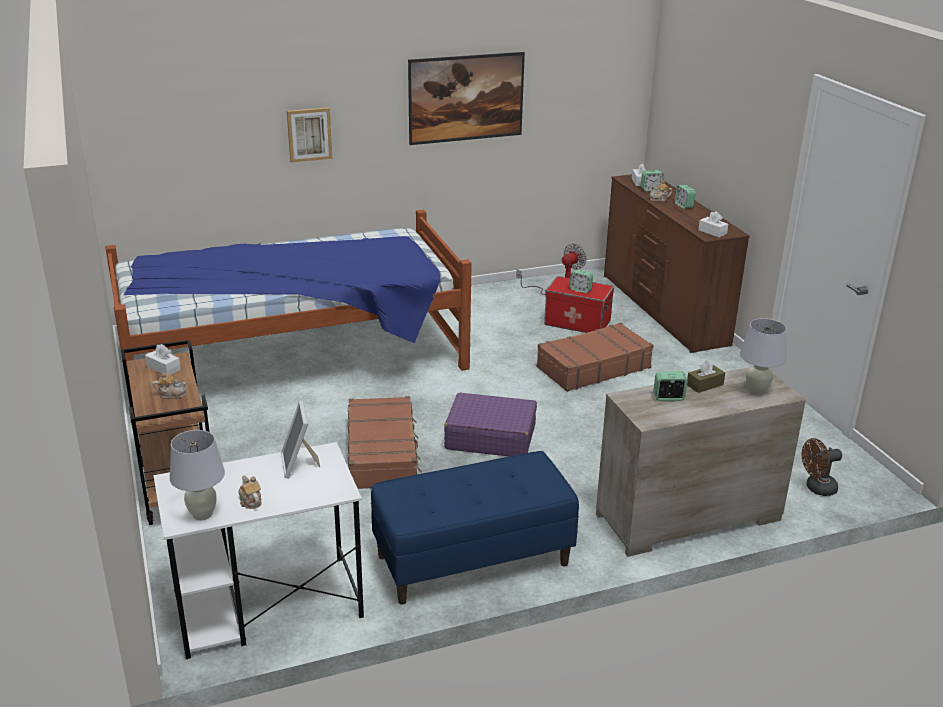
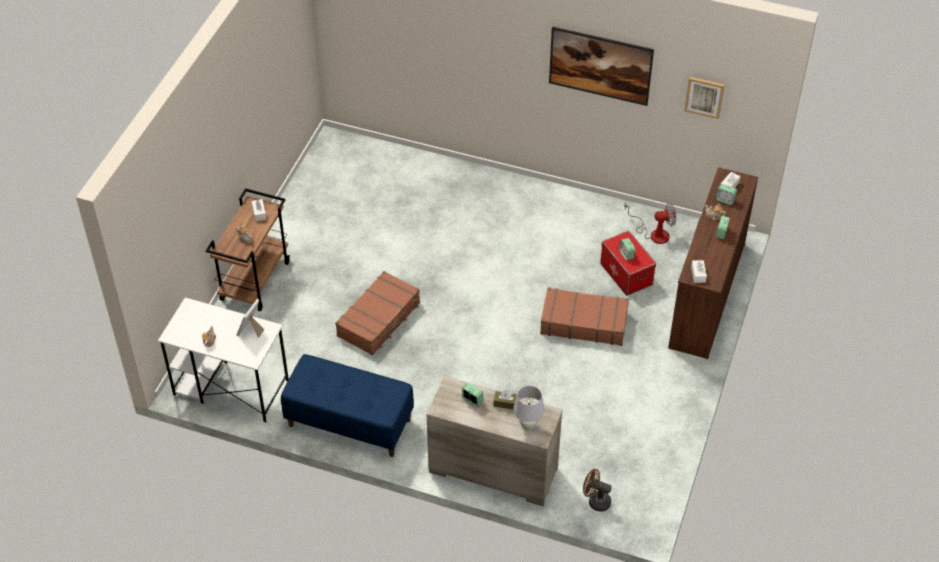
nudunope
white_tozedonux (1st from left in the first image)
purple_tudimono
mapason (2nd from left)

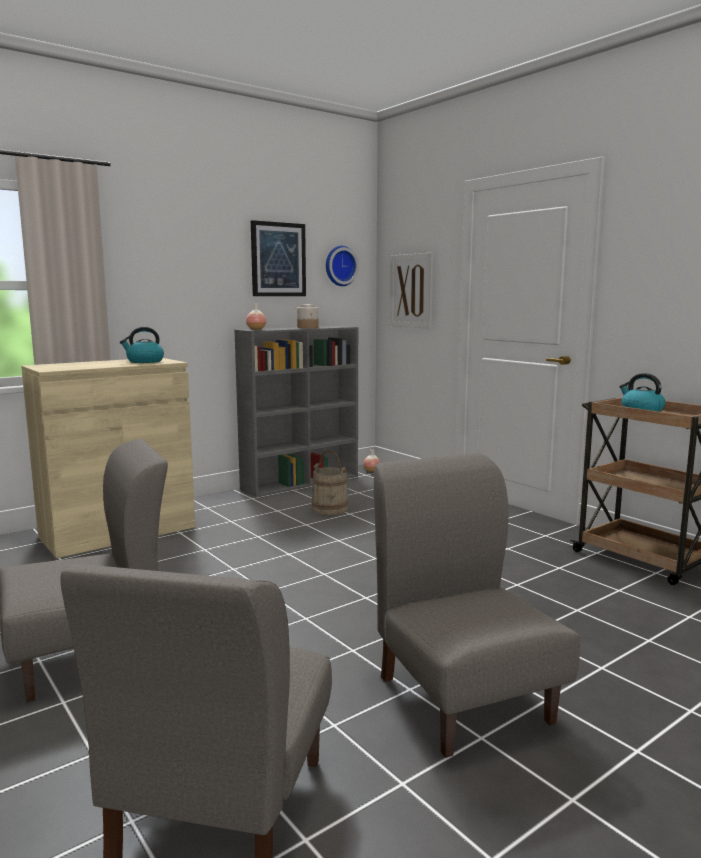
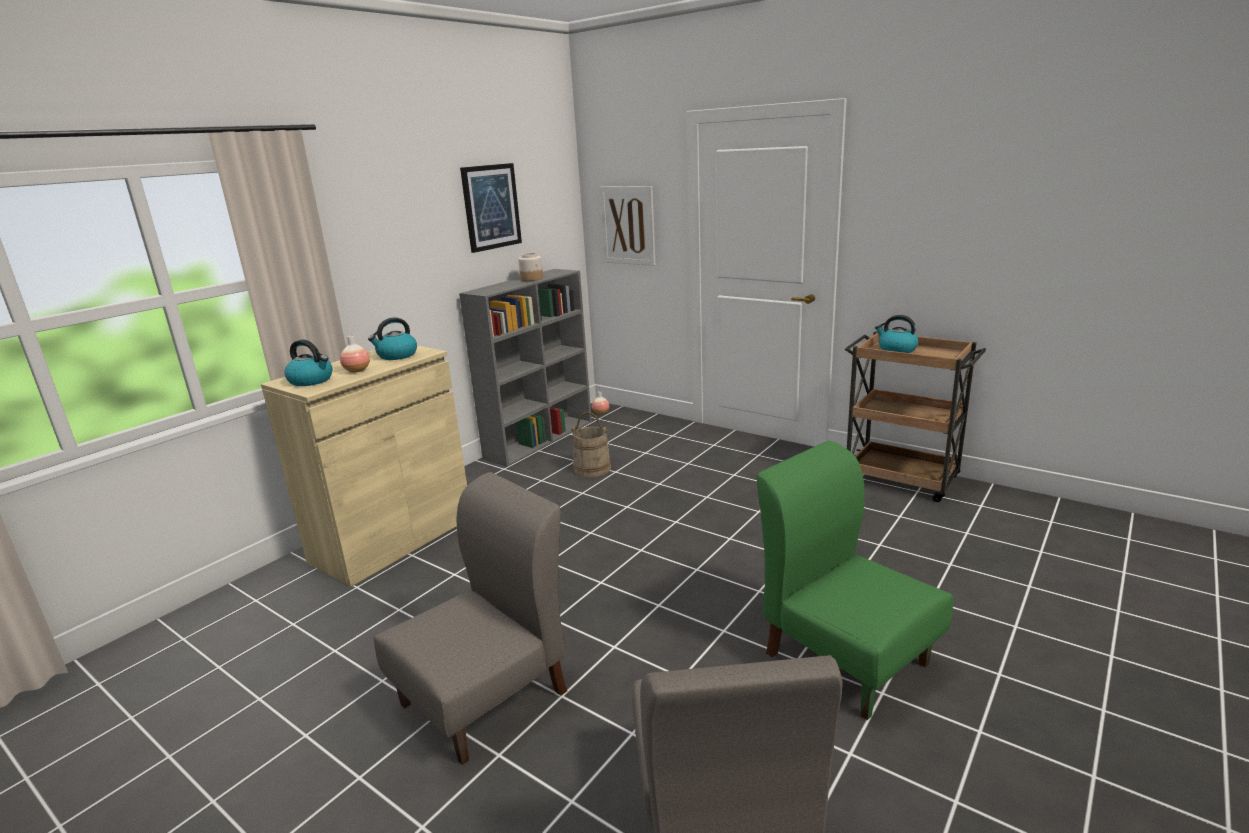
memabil
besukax (1st from left)
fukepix (1st from left)
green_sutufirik

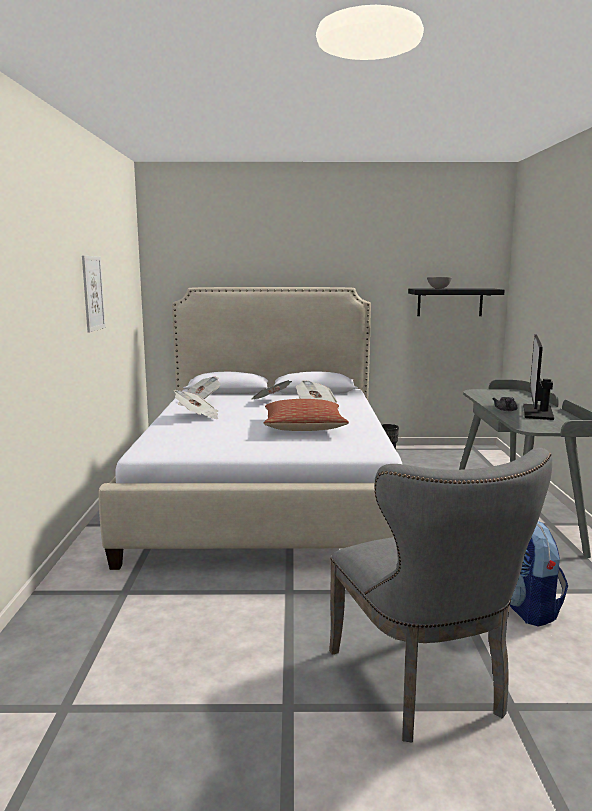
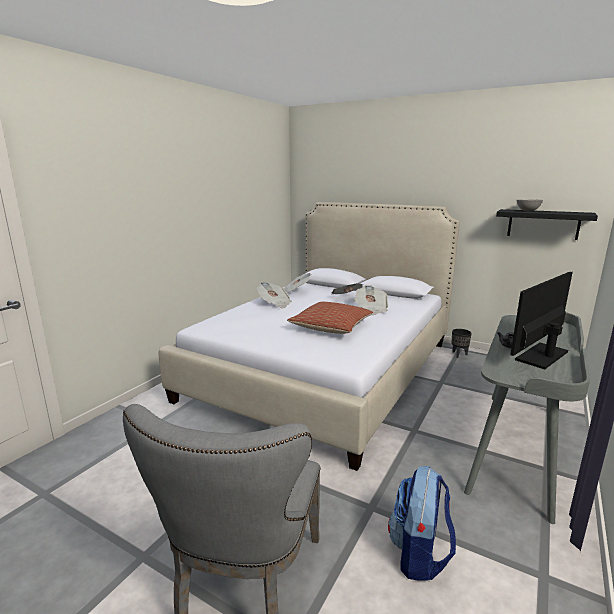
mapason

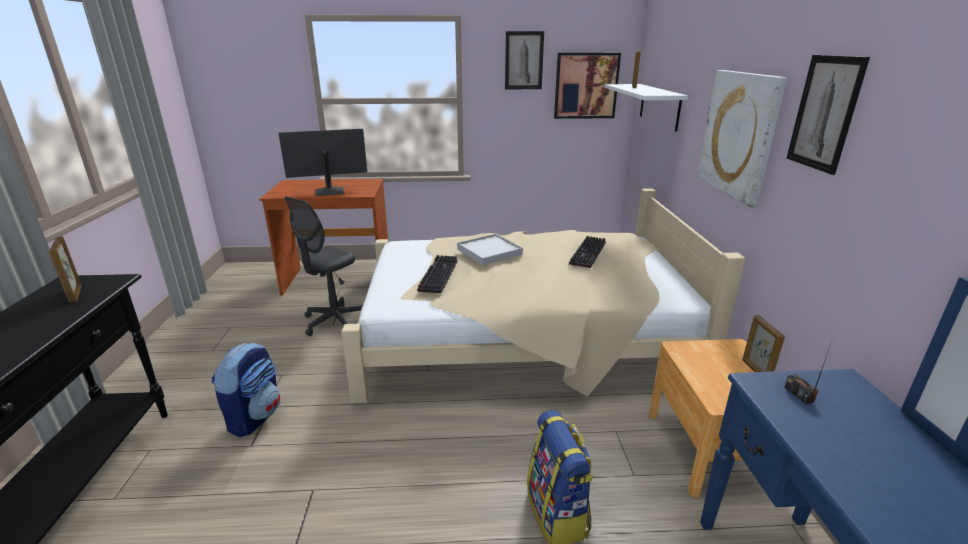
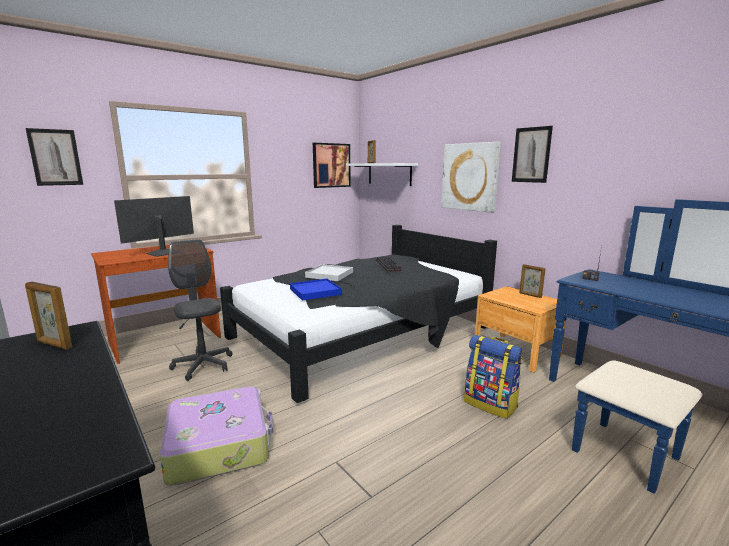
mapason (1st from left)
tudimono
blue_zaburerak
black_nudunope
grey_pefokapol

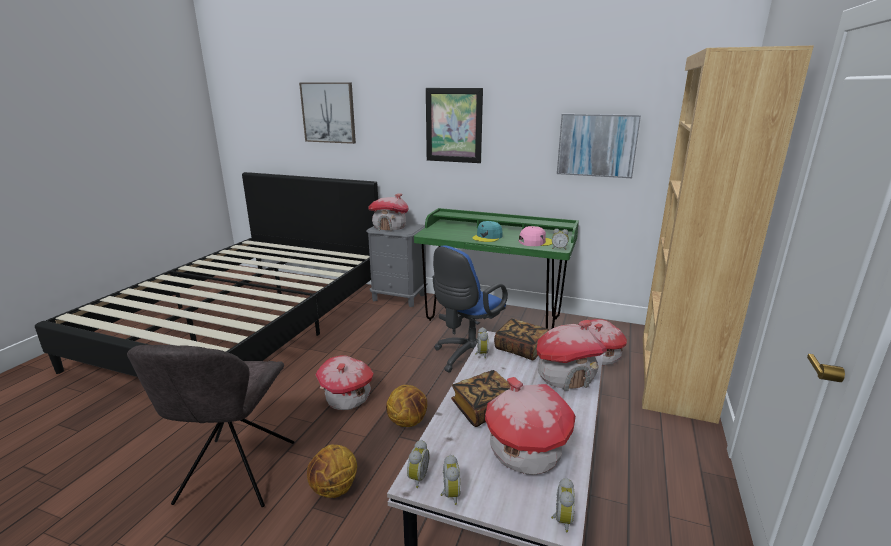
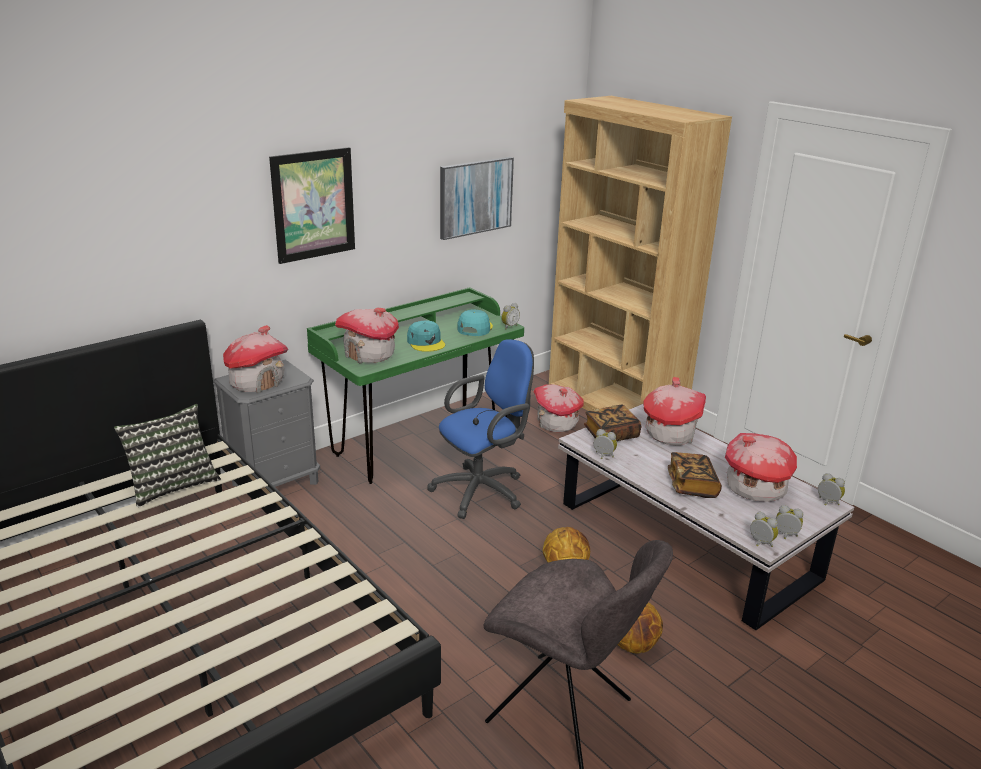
mapason (1st from left in the first image)
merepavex
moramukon (2nd from left)
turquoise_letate (2nd from left)
blue_pefokapol

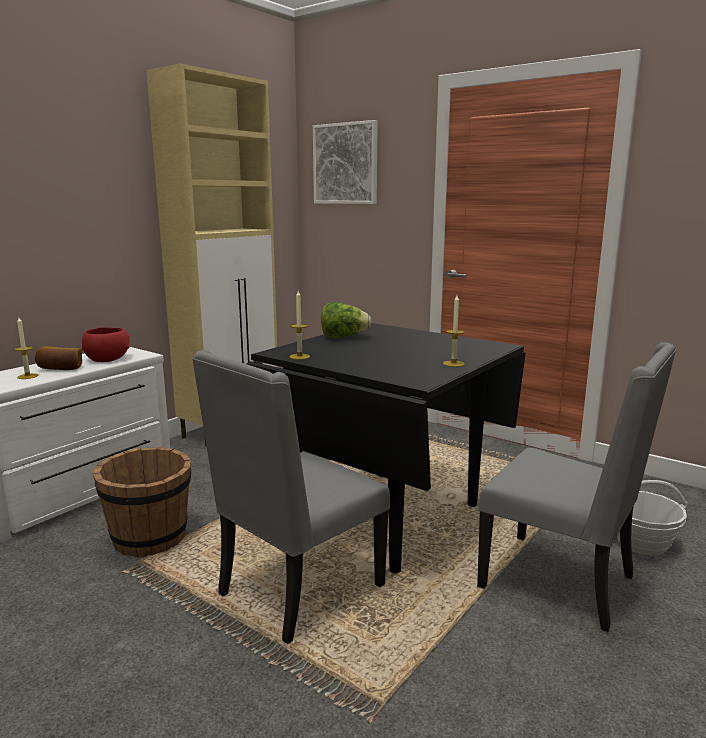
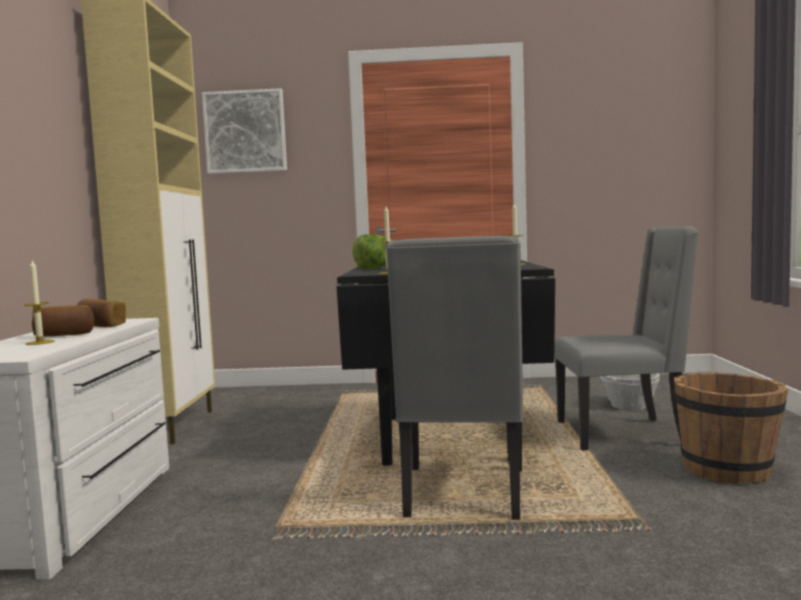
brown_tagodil
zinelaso (2nd from left)

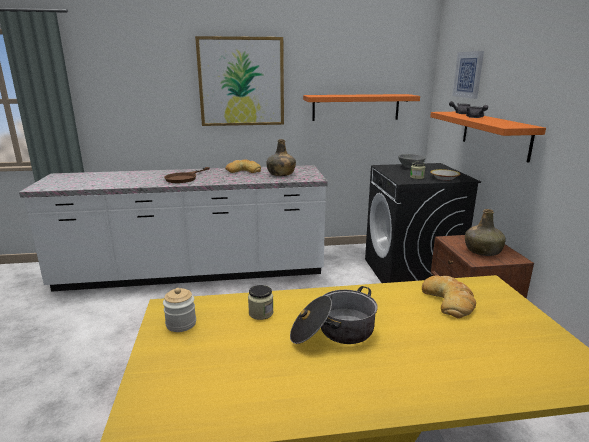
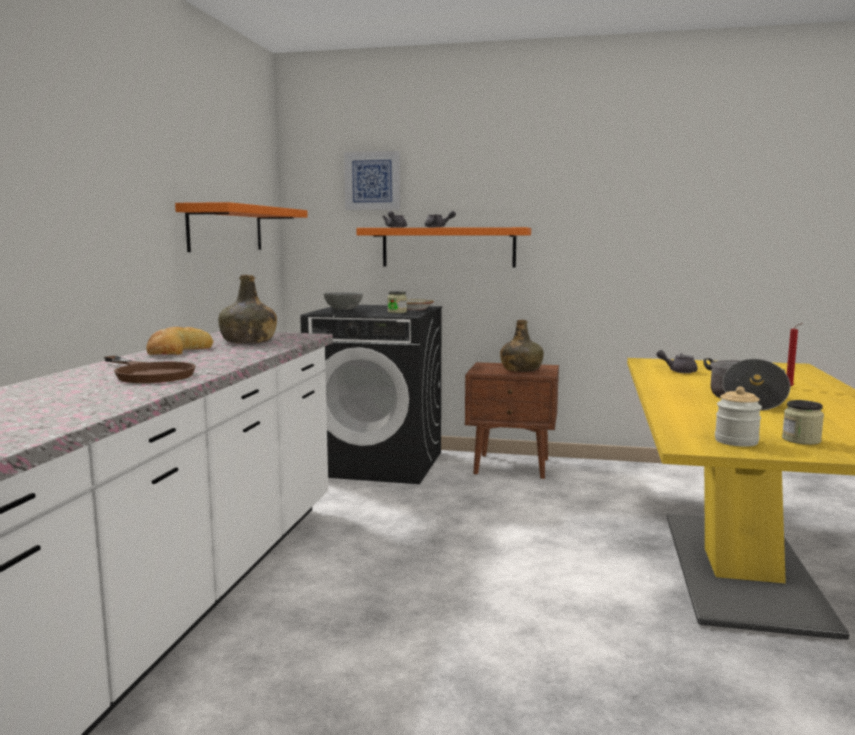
mapason (1st from left in the first image)
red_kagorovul
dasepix (3rd from left)
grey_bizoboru (3rd from left)

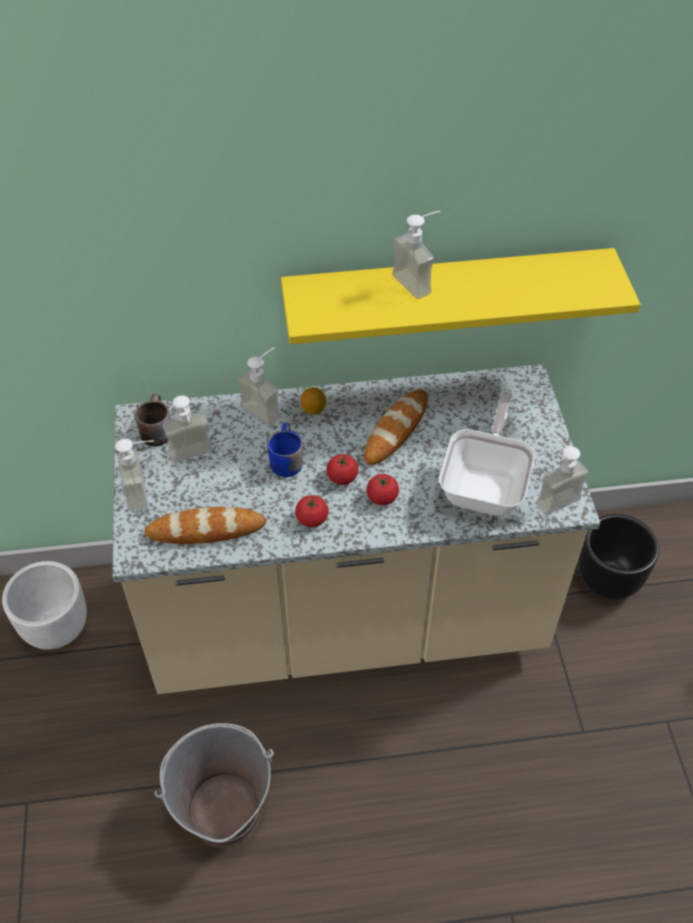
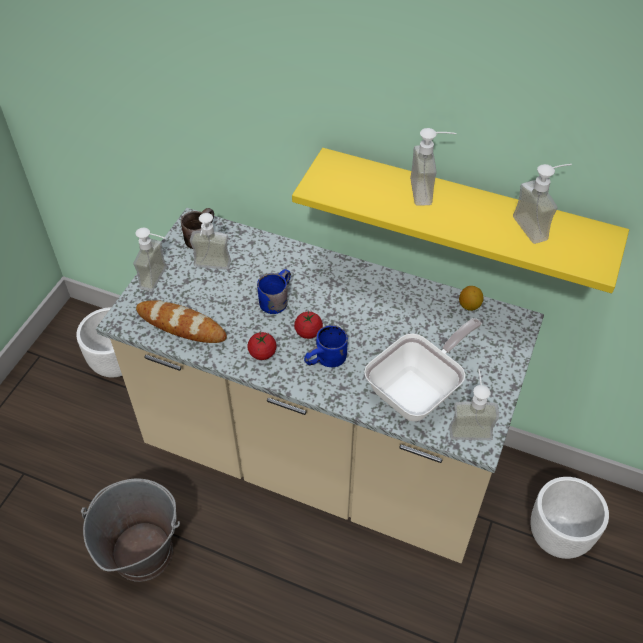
zinelaso (2nd from left in the first image)
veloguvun (5th from left)
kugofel
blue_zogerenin (2nd from left)
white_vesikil (2nd from left)

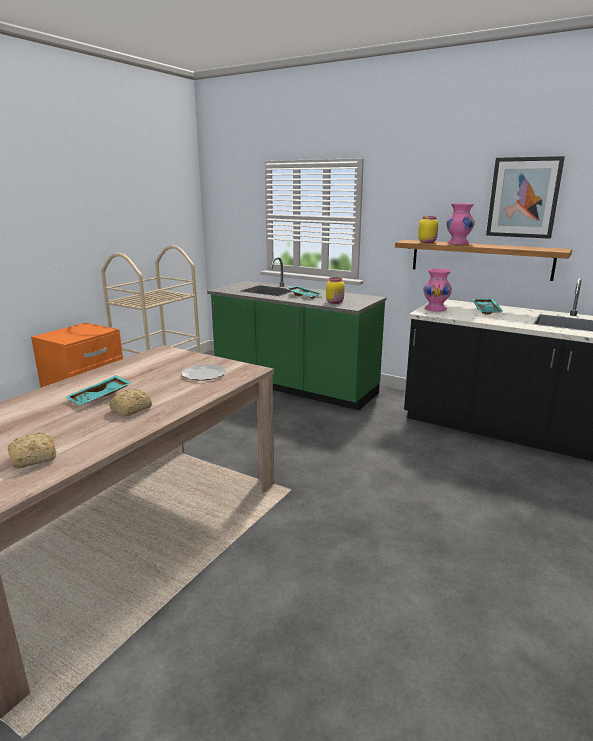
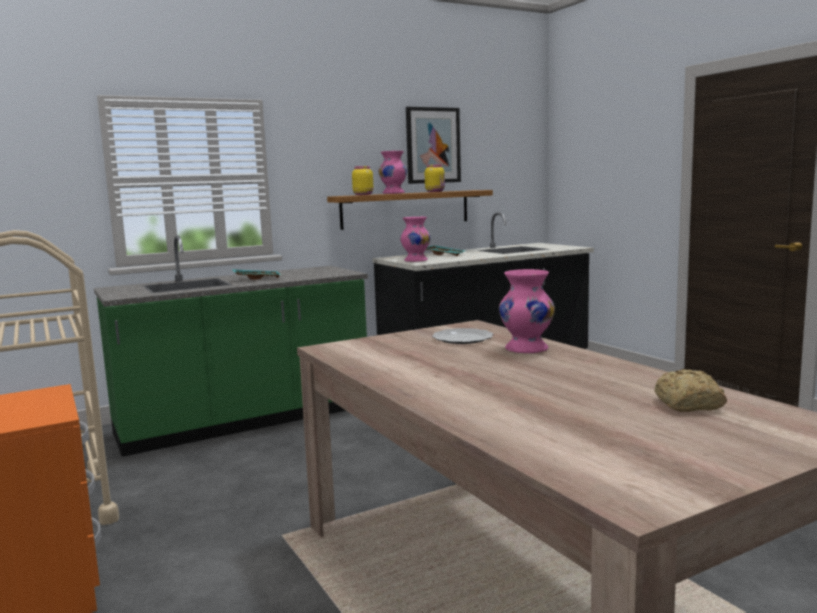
turquoise_zaburerak (1st from left in the first image)
zinelaso (2nd from left in the first image)
pink_fukepix (3rd from left)
yellow_dasepix (2nd from left)

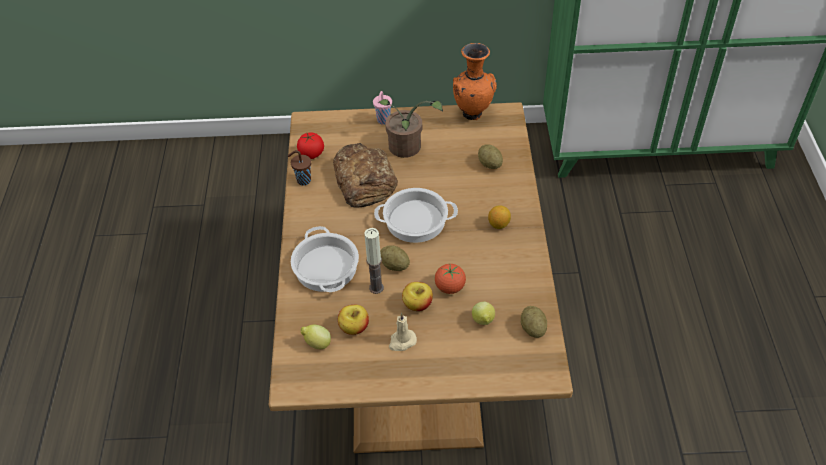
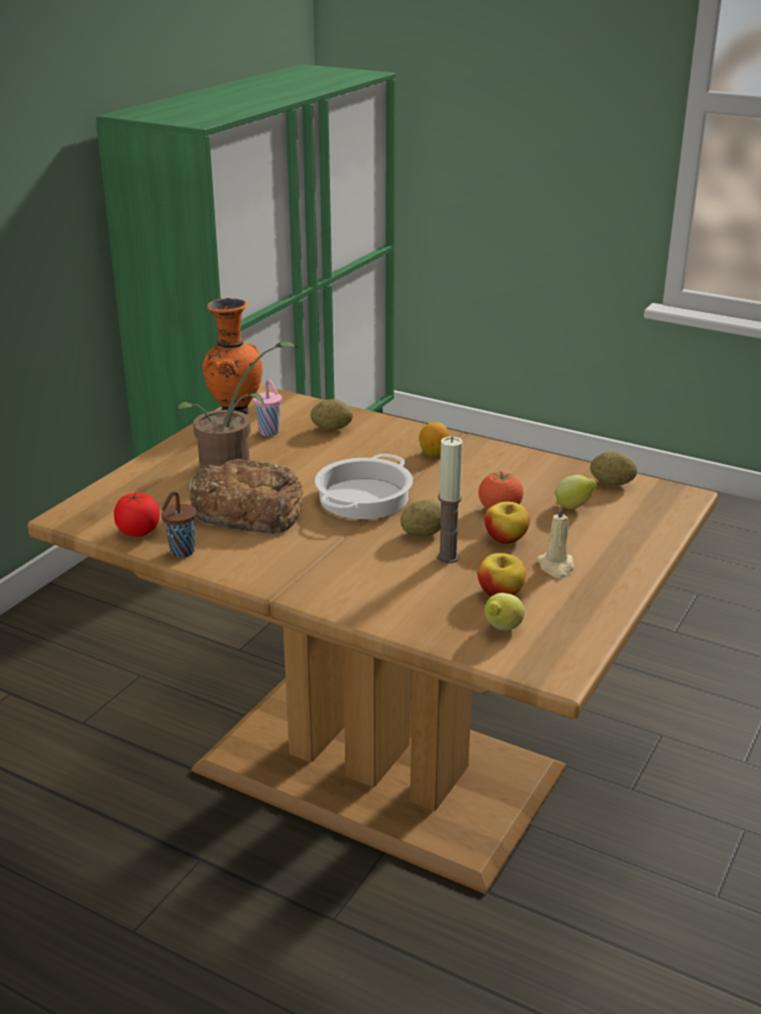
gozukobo (1st from left in the first image)
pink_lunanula

